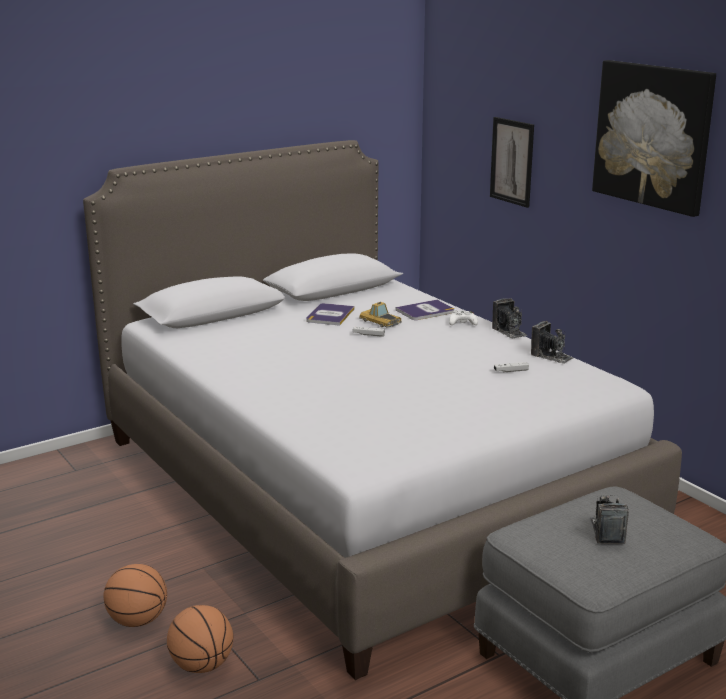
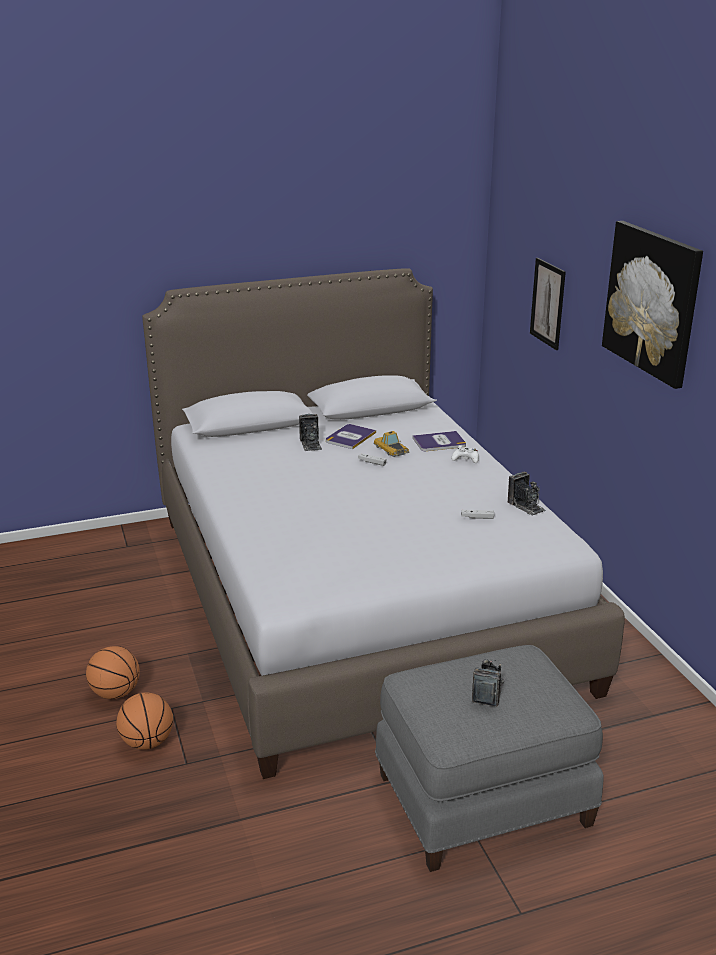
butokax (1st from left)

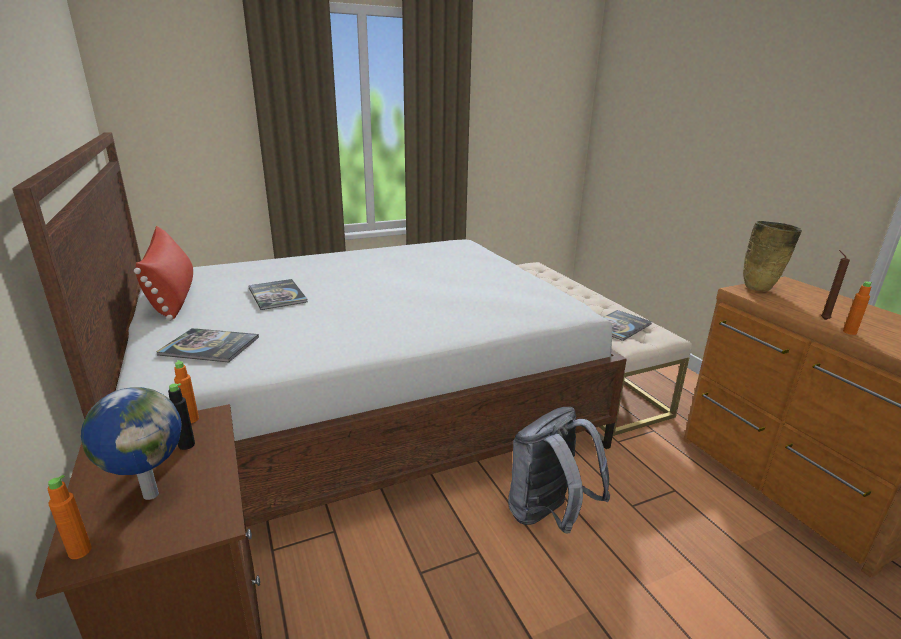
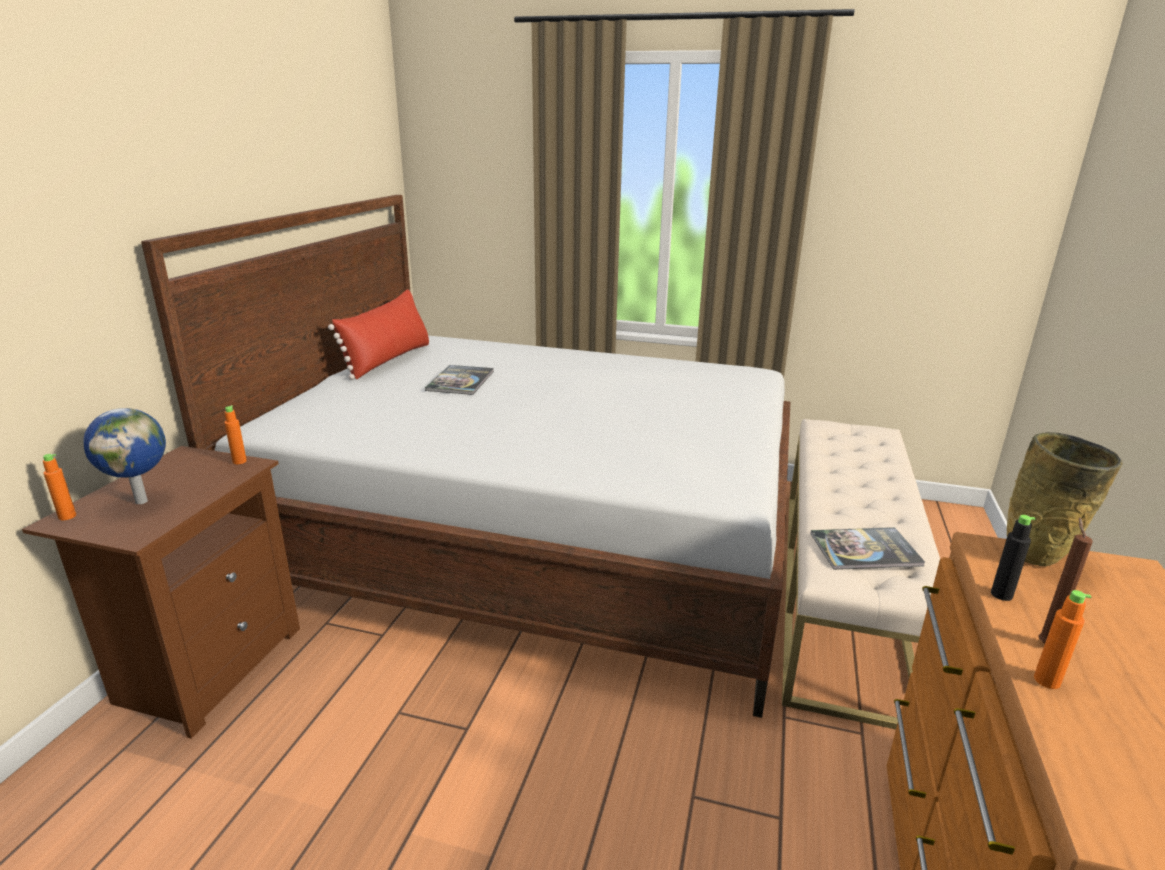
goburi (1st from left in the first image)
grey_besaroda
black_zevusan

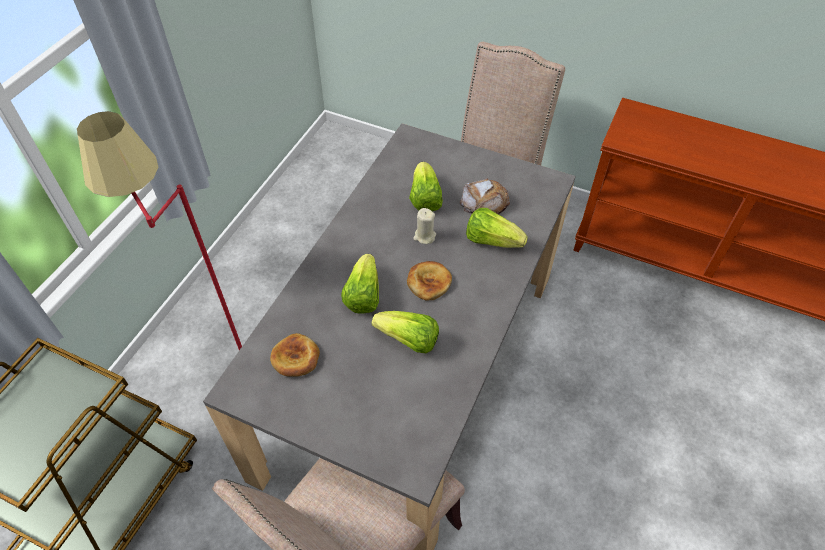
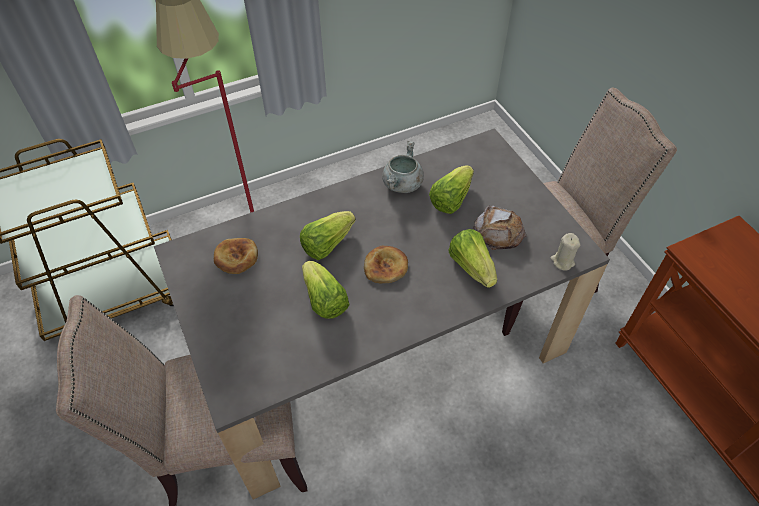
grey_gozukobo
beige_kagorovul

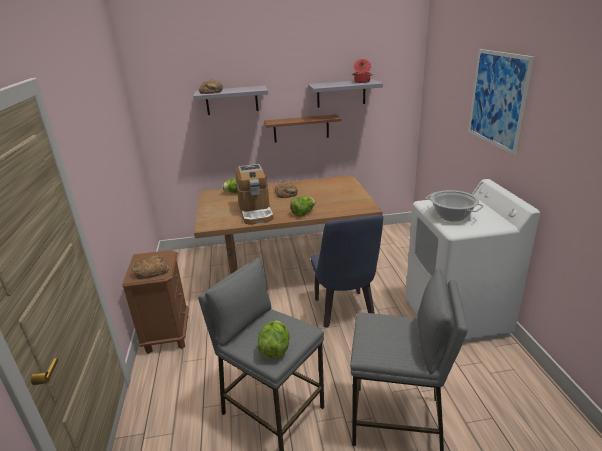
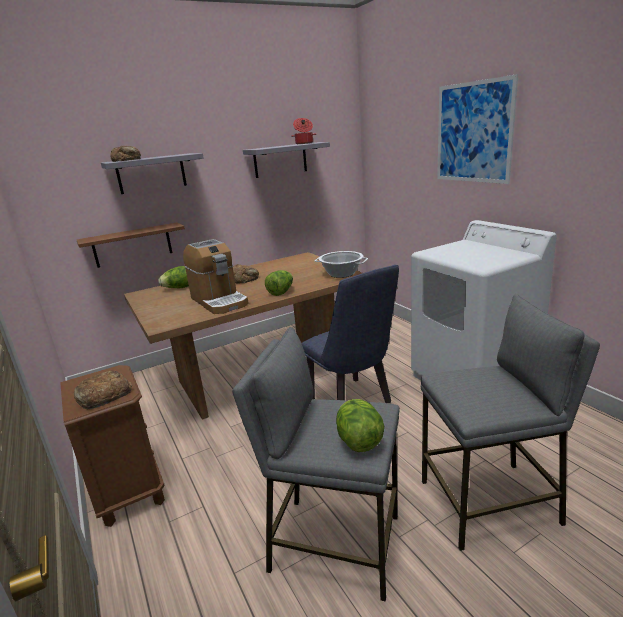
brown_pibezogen
gozukobo (2nd from left)

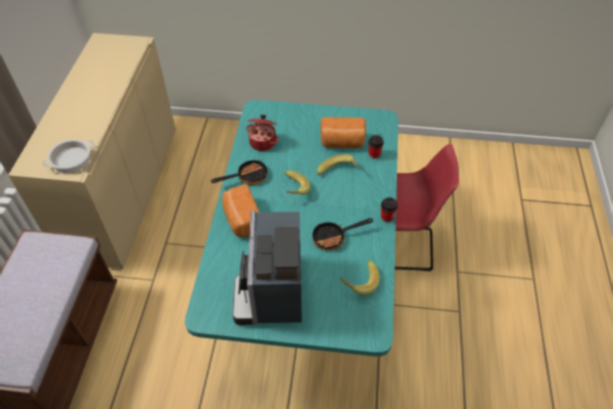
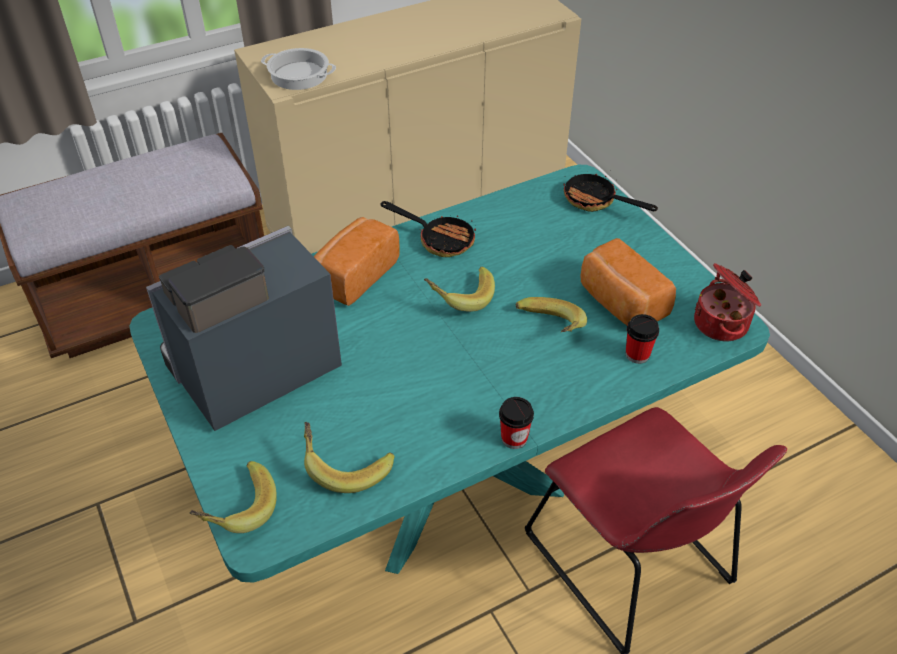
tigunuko (1st from left)
gozukobo (2nd from left)
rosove (2nd from left)

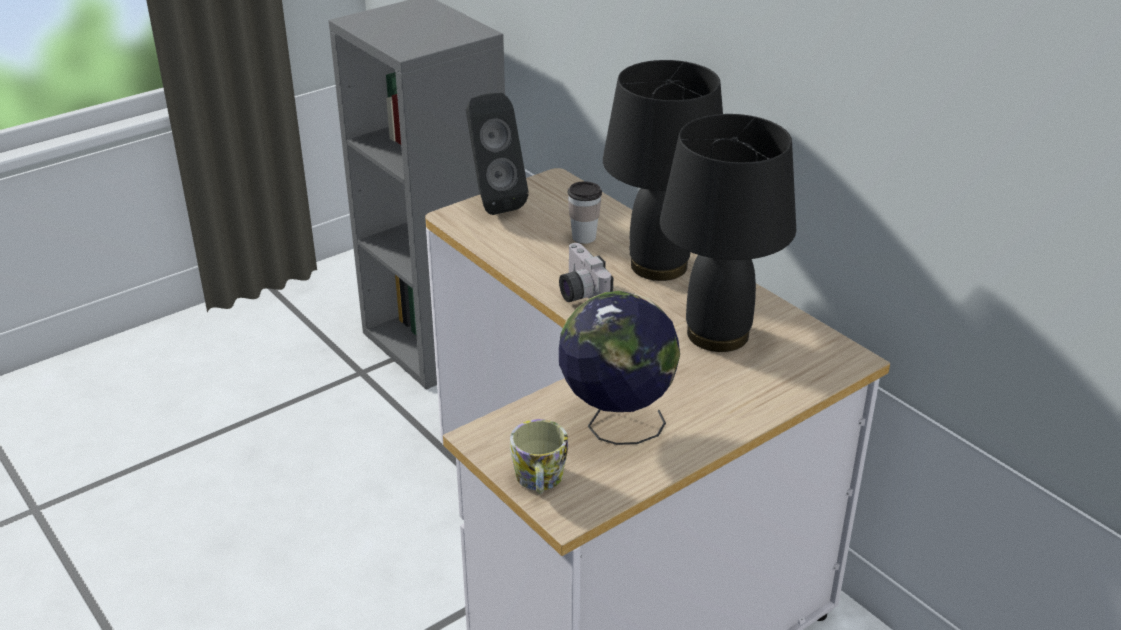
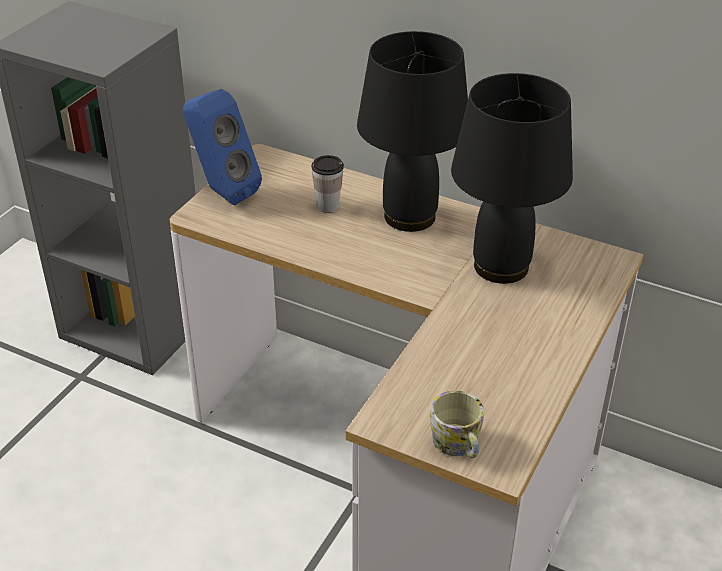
butokax
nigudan
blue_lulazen

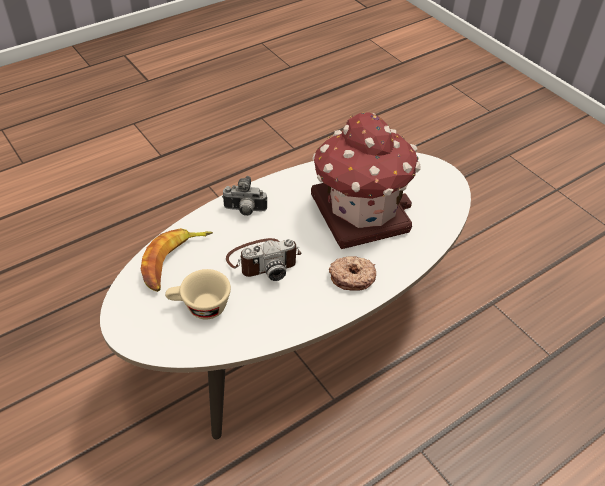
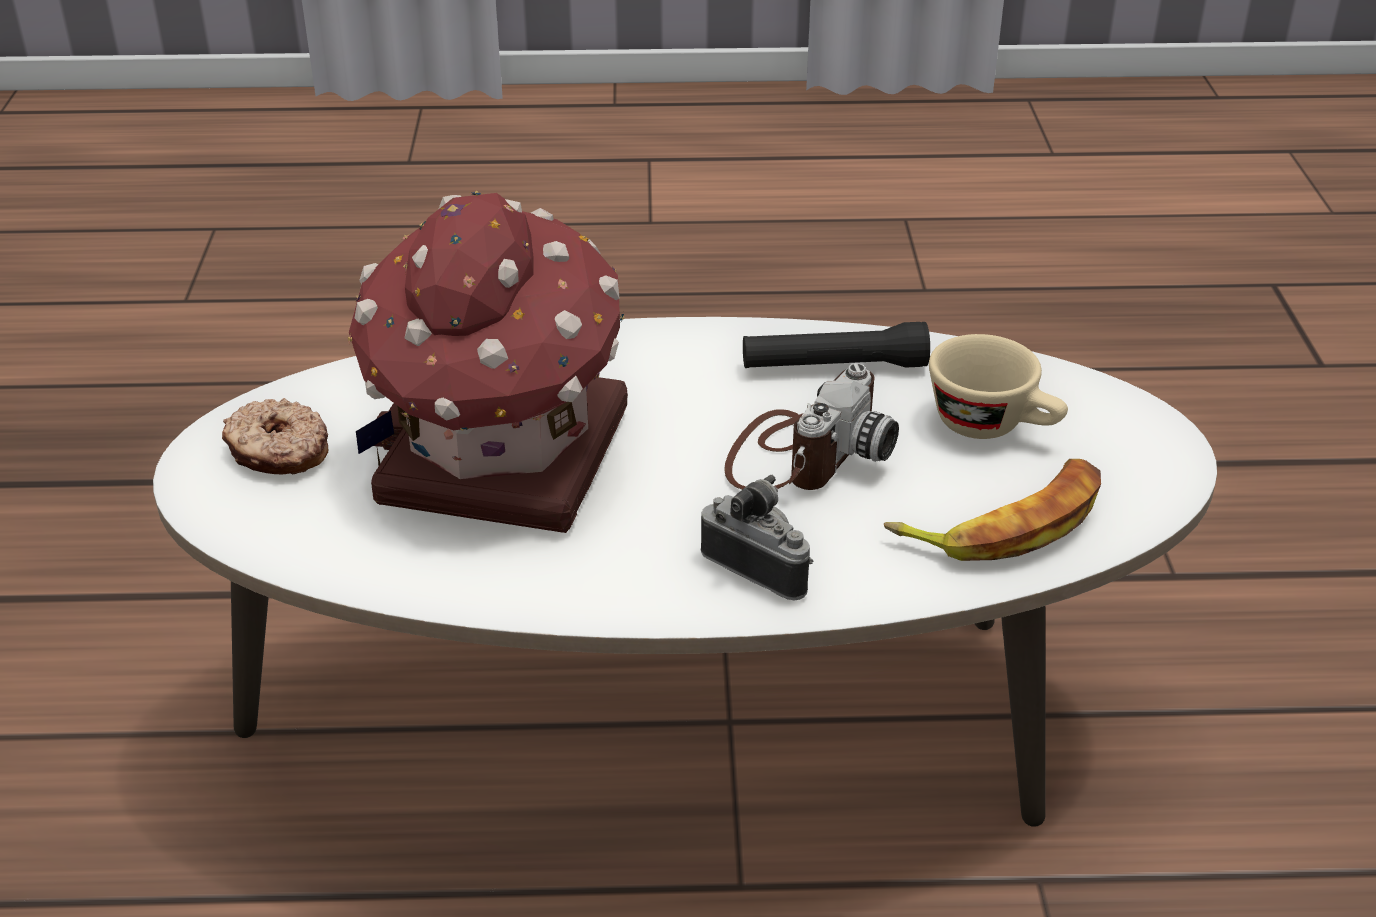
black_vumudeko
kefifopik
butokax (2nd from left)

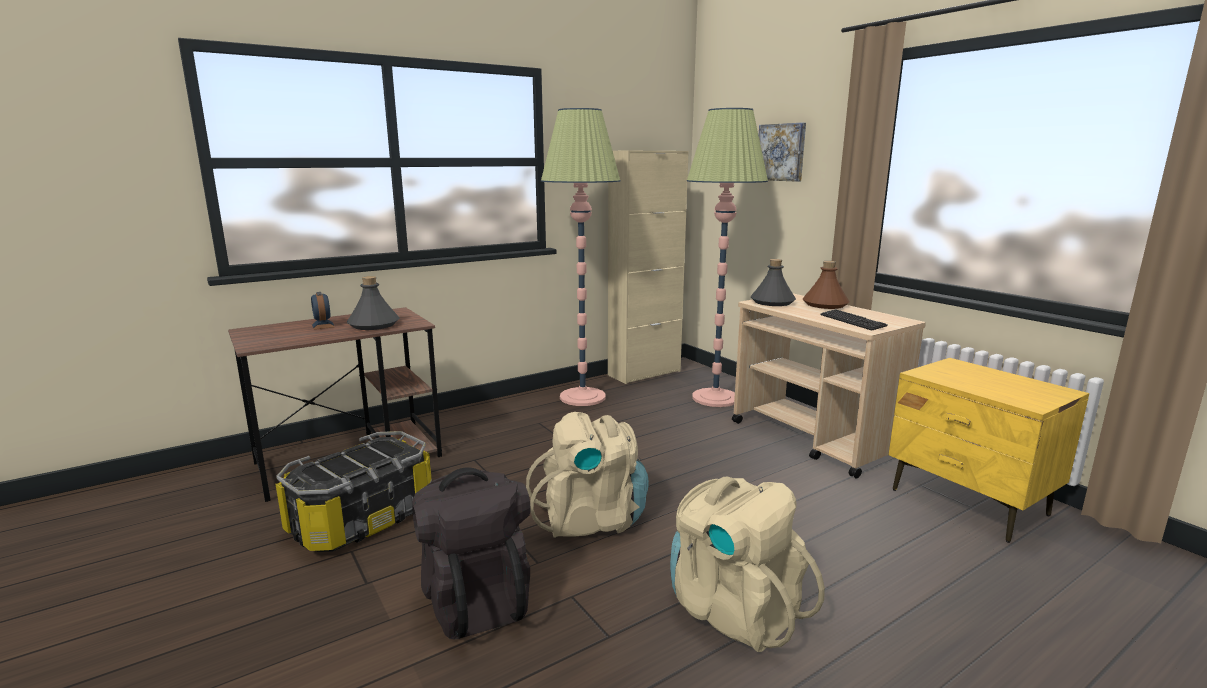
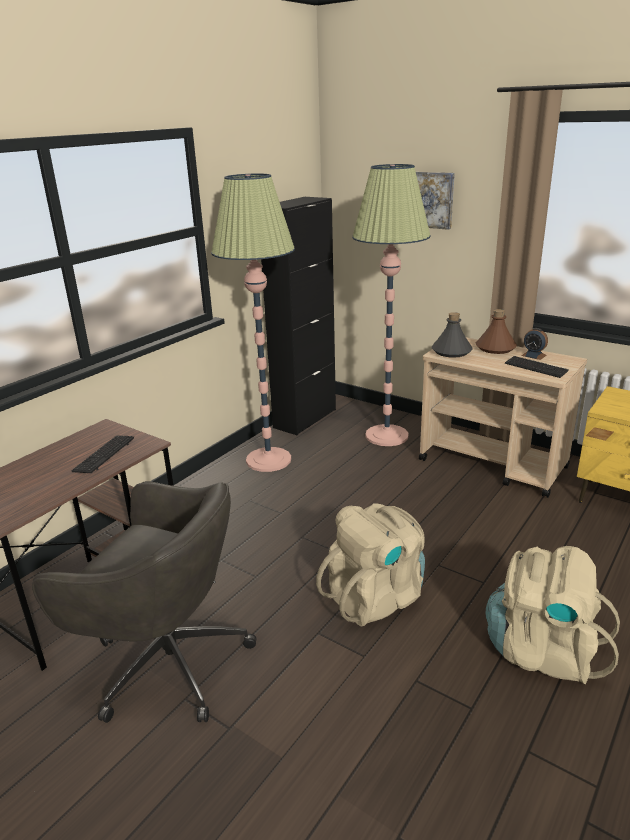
black_besaroda
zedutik
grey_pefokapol
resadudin (1st from left)
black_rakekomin

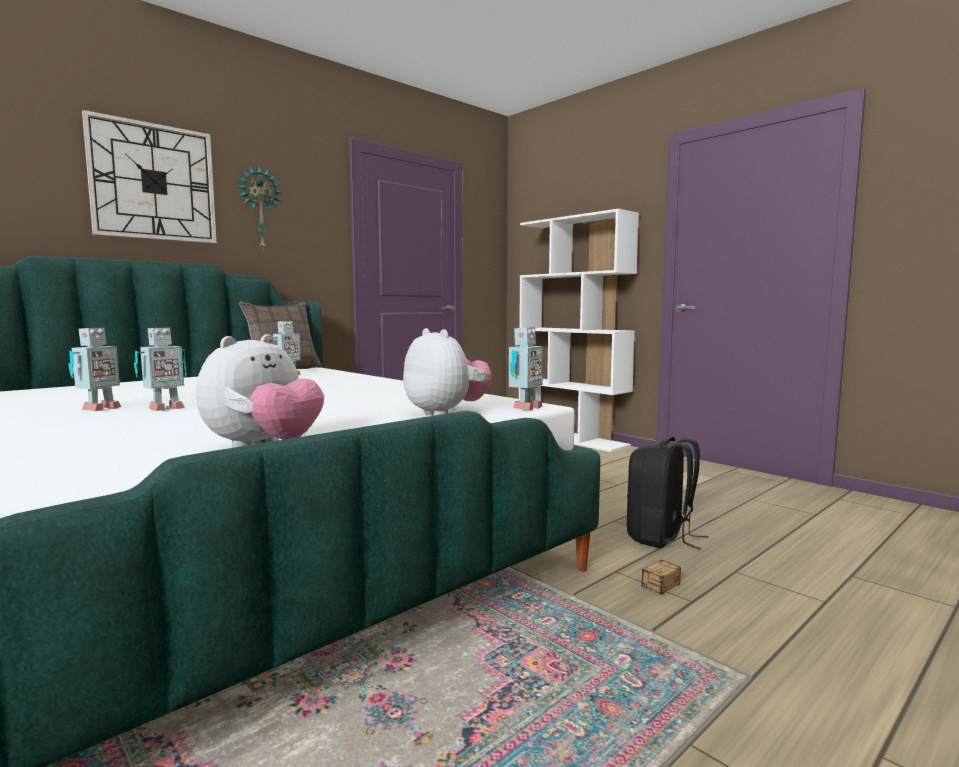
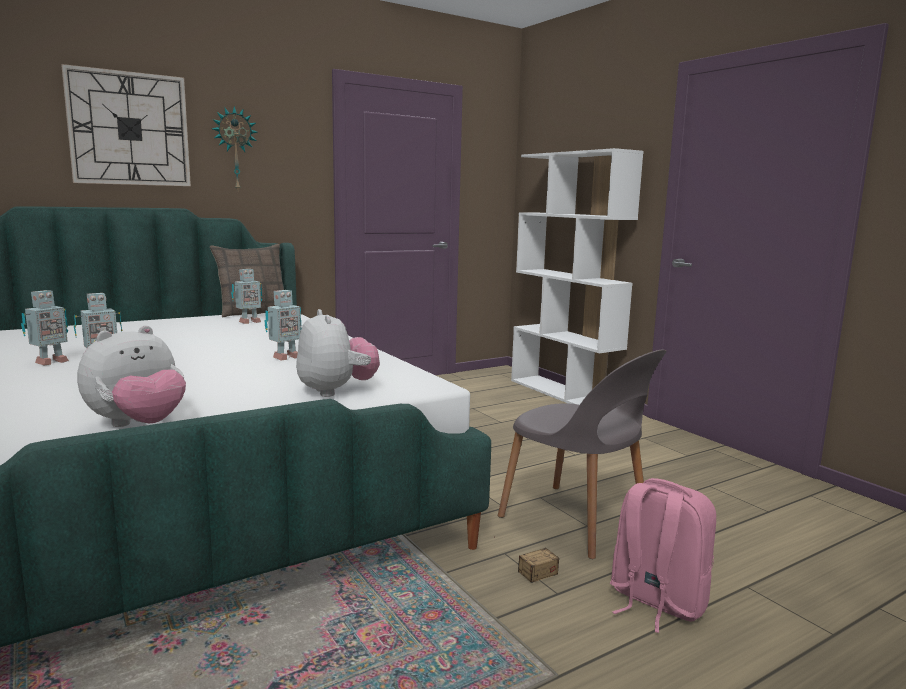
pink_besaroda
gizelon (4th from left)
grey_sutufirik

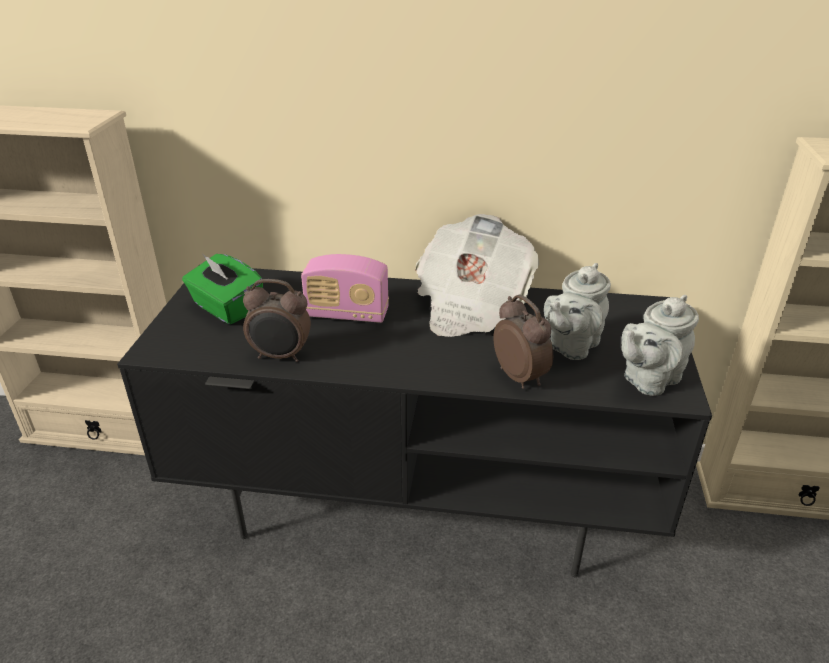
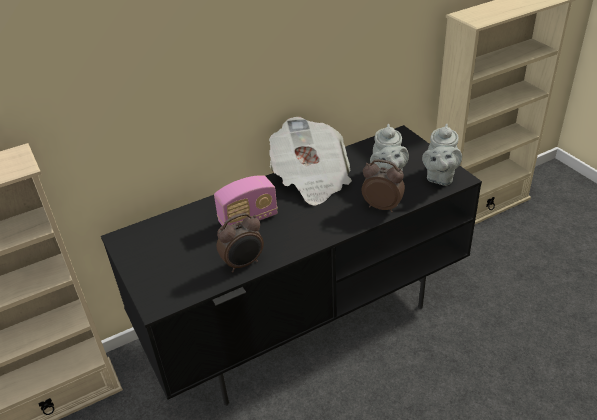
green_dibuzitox

